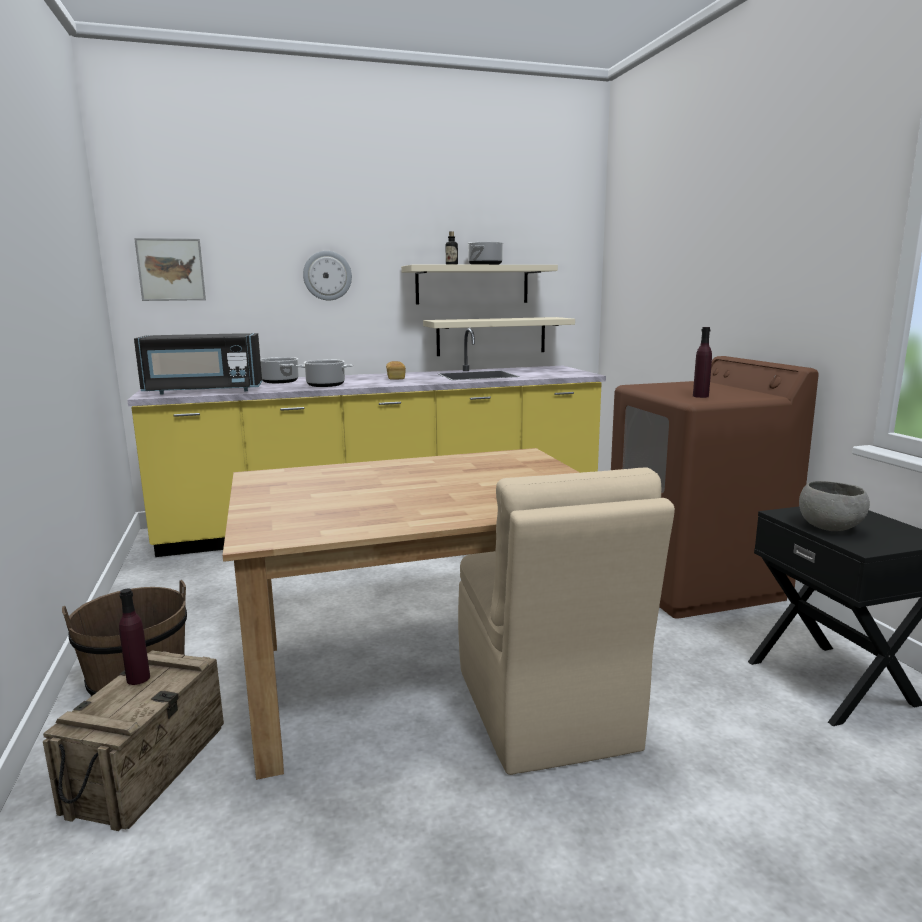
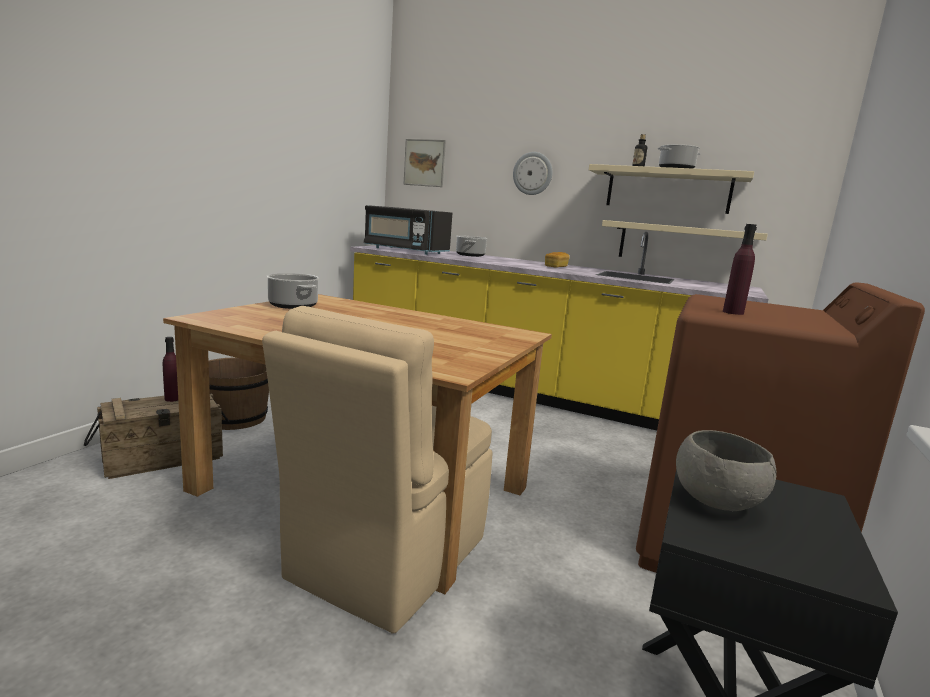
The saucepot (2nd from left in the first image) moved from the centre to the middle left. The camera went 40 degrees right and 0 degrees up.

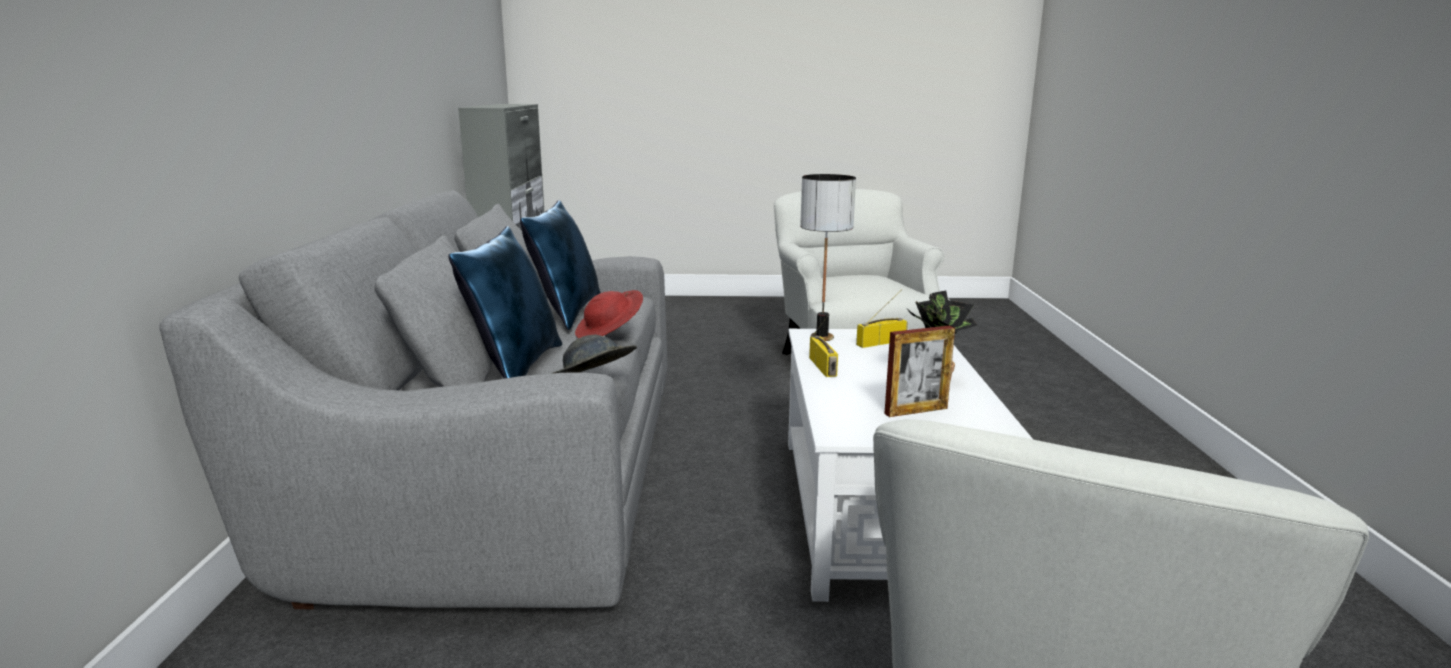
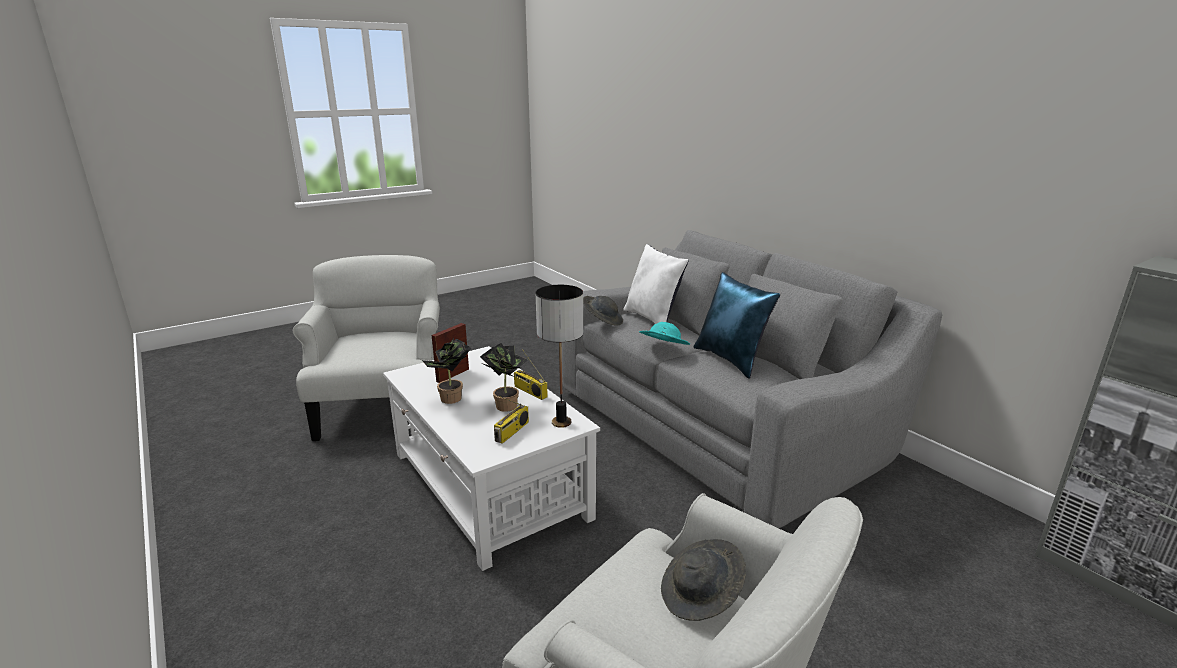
The plant in a pot (2nd from left) at the centre appeared. The bluish pillow (1st from left) at the centre became the white-coloured pillow at the centre. The reddish hat at the centre became the blue-green hat at the centre. The greyish hat (2nd from left) at the bottom centre appeared. The camera went 145 degrees right and 5 degrees up.

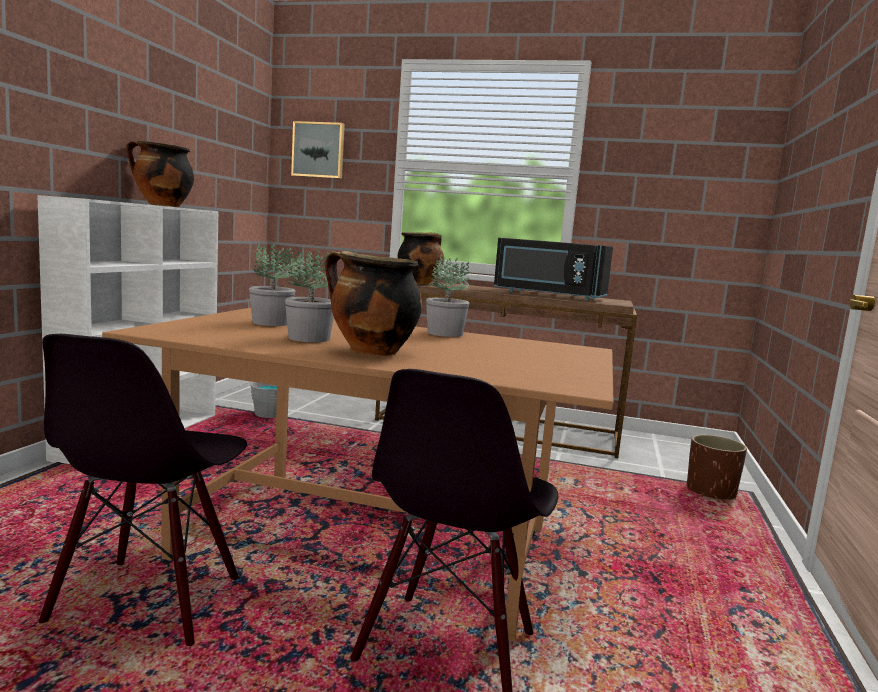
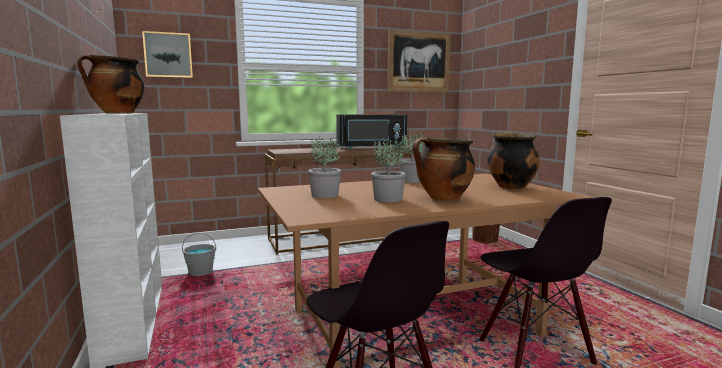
The picture (2nd from left) at the top centre appeared. The saucepot (3rd from left) moved from the centre to the middle right. The camera went 35 degrees left and 0 degrees up.

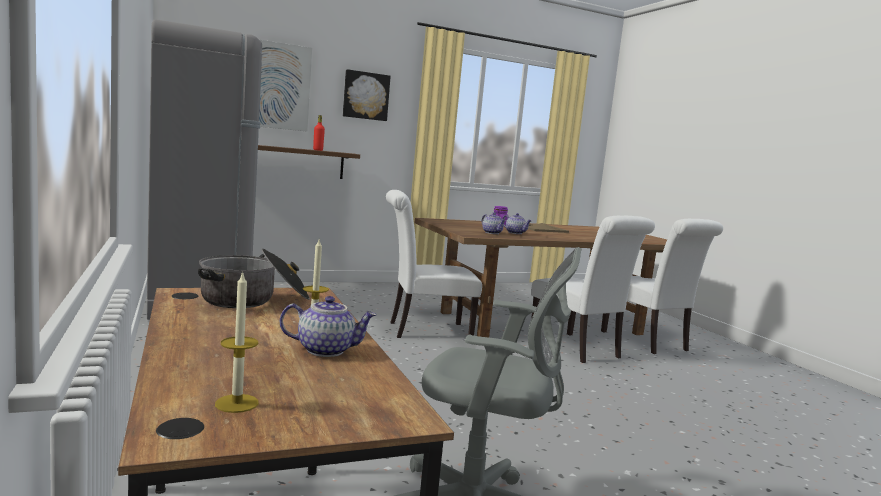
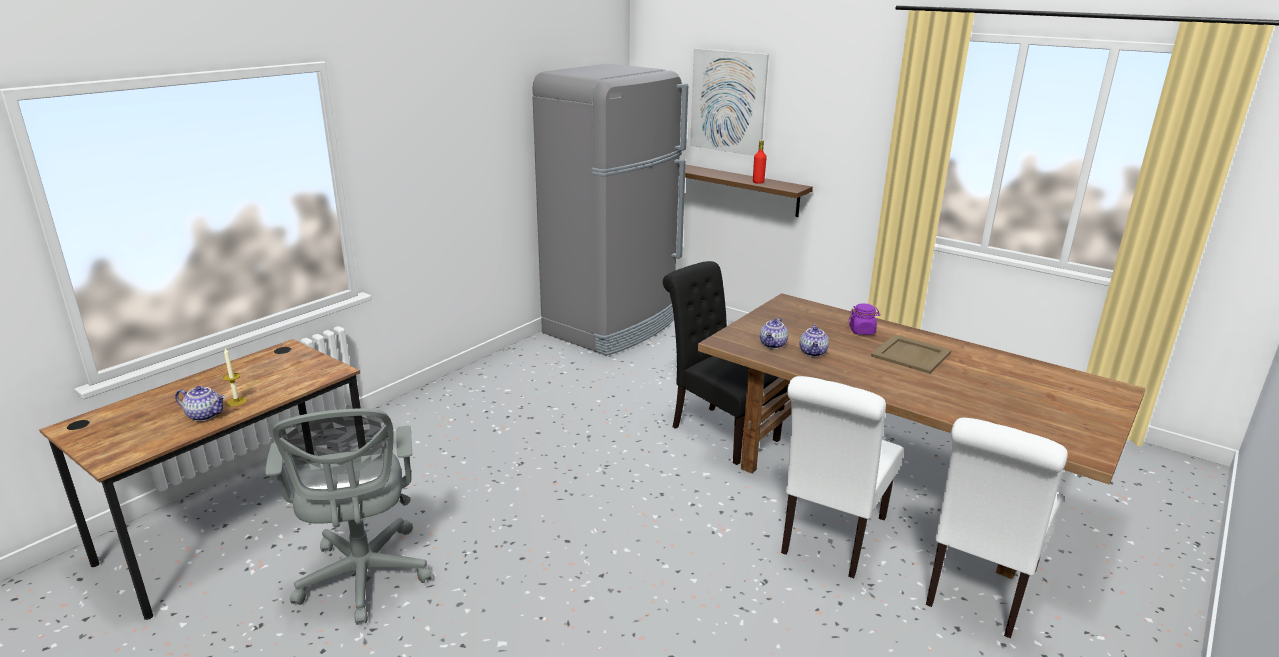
The tea pot (1st from left) at the centre turned 45 degrees counterclockwise. The white-coloured chair (1st from left) at the centre became the black-coloured chair at the centre. The saucepot at the middle left disappeared. The wax candle (1st from left) at the bottom left disappeared. The picture (2nd from left) at the top centre disappeared. The camera went 60 degrees right and 15 degrees up.

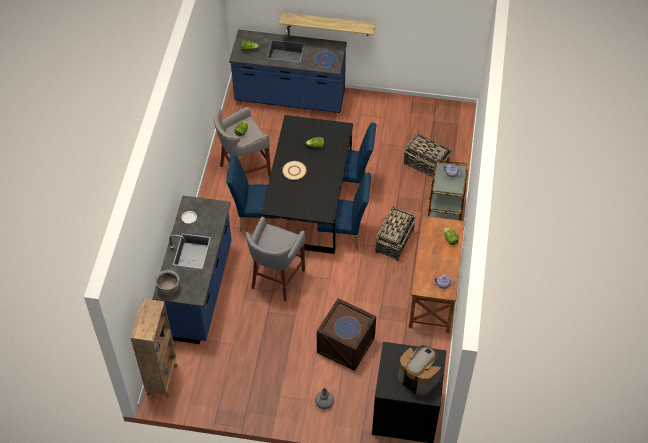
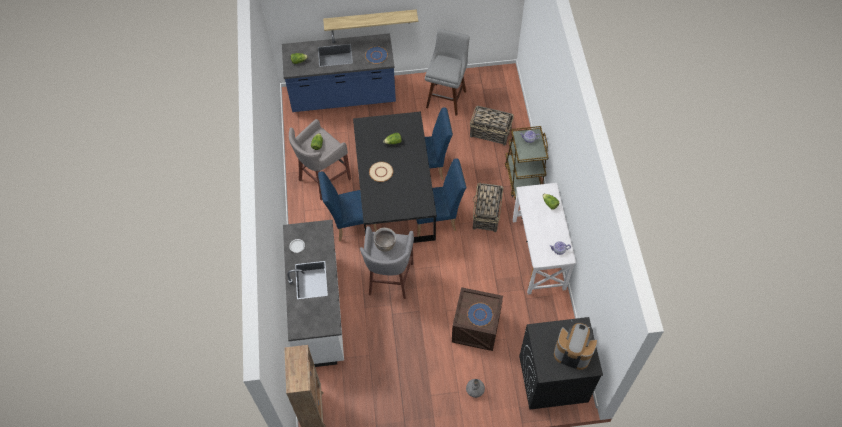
The bluish kitchen counter (1st from left) at the middle left became the white-coloured kitchen counter at the bottom centre. The brown-coloured saucepot moved from the middle left to the centre. The greyish sitting stool (3rd from left) at the top centre appeared. The brown-coloured desk at the middle right became the white-coloured desk at the centre. The camera went 15 degrees left and 5 degrees up.

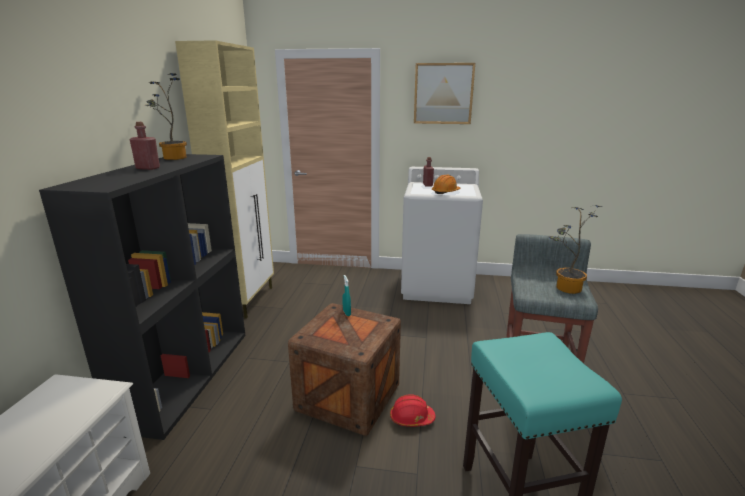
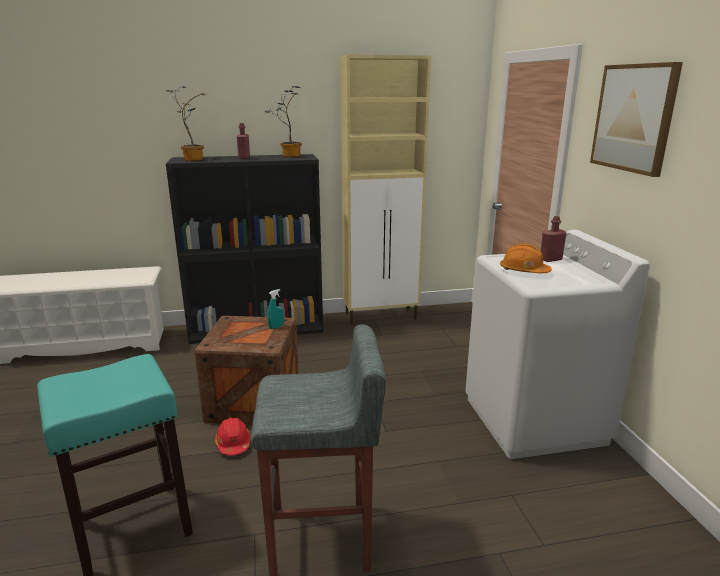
The plant in a pot (2nd from left in the first image) moved from the middle right to the top left. The camera went 70 degrees right and 0 degrees up.

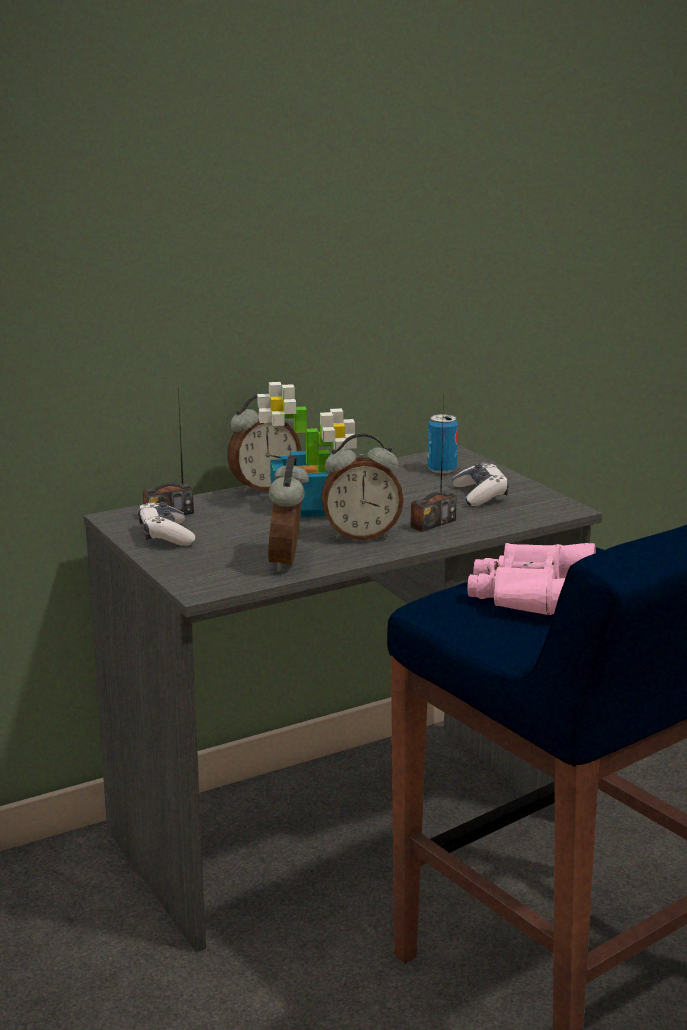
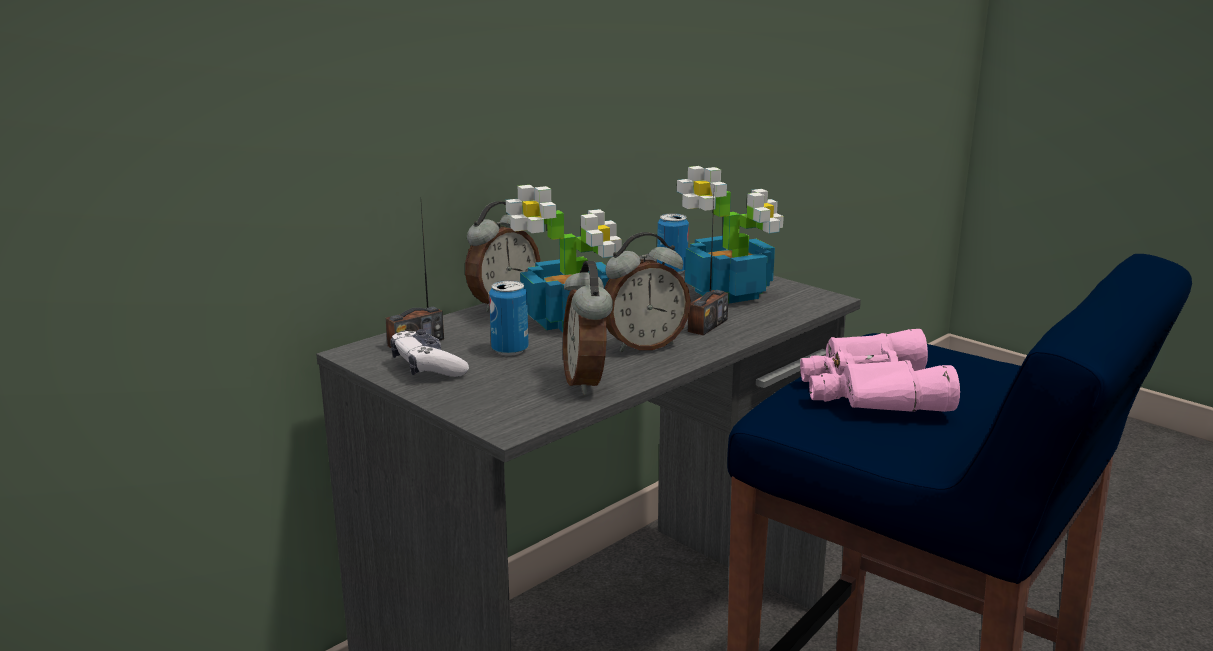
The metal can (1st from left) at the centre appeared. The gamepad (2nd from left) at the middle right was replaced by the plant in a pot (2nd from left) at the centre. The camera went 15 degrees left and 0 degrees up.

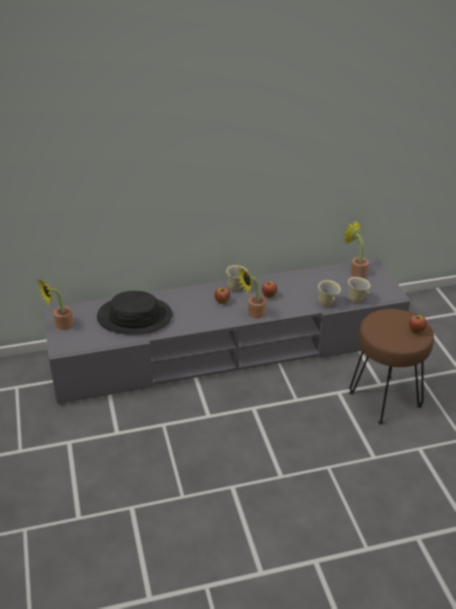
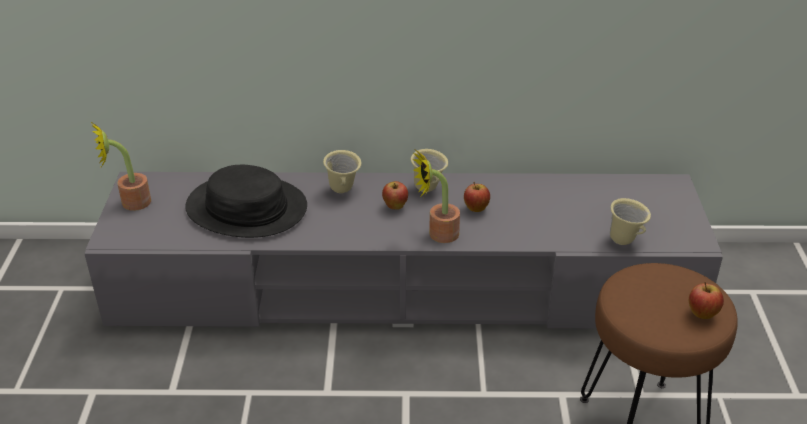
The sand-coloured mug (2nd from left in the first image) moved from the middle right to the centre. The plant in a pot (3rd from left) at the middle right disappeared. The camera went 15 degrees right and 0 degrees up.

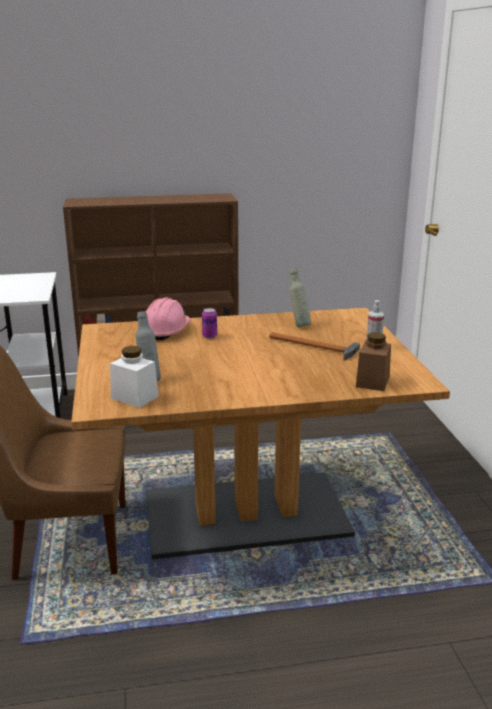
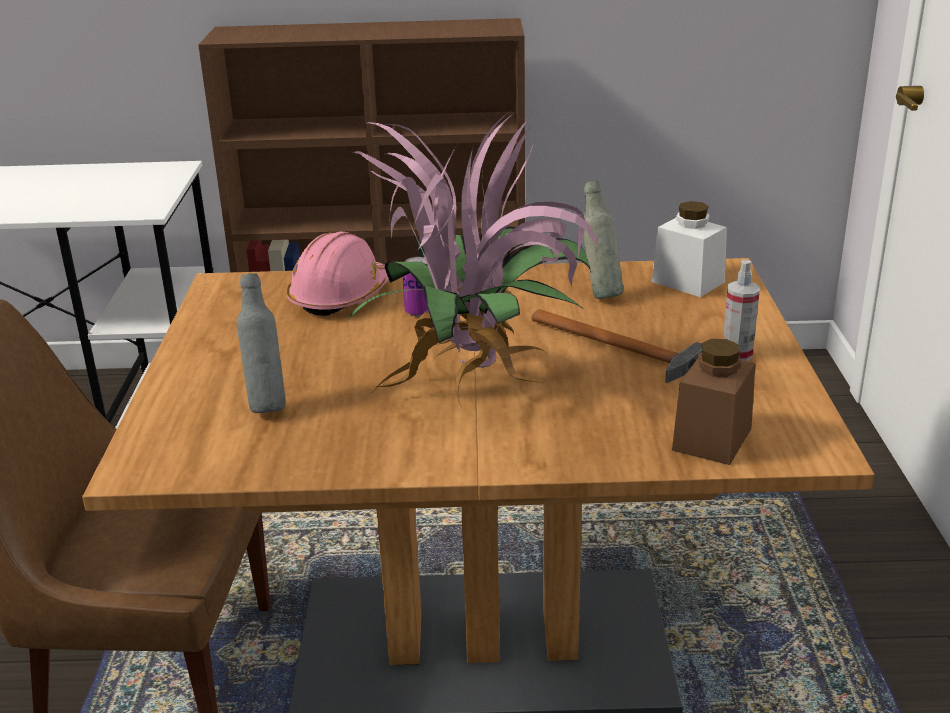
The plant in a pot at the centre appeared. The white-coloured storage jar moved from the middle left to the middle right. The camera went 10 degrees right and 5 degrees up.

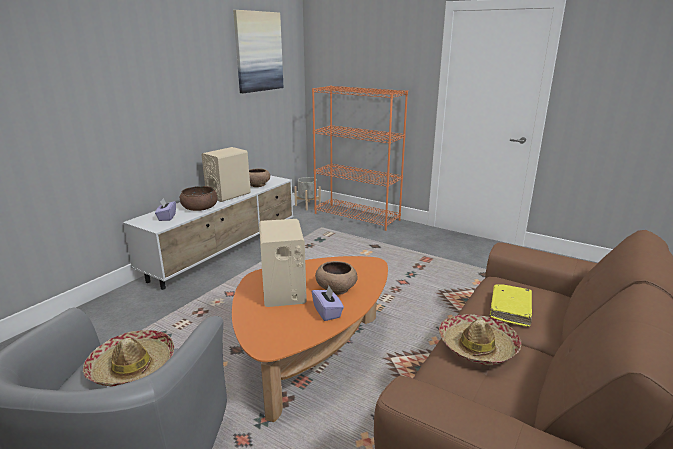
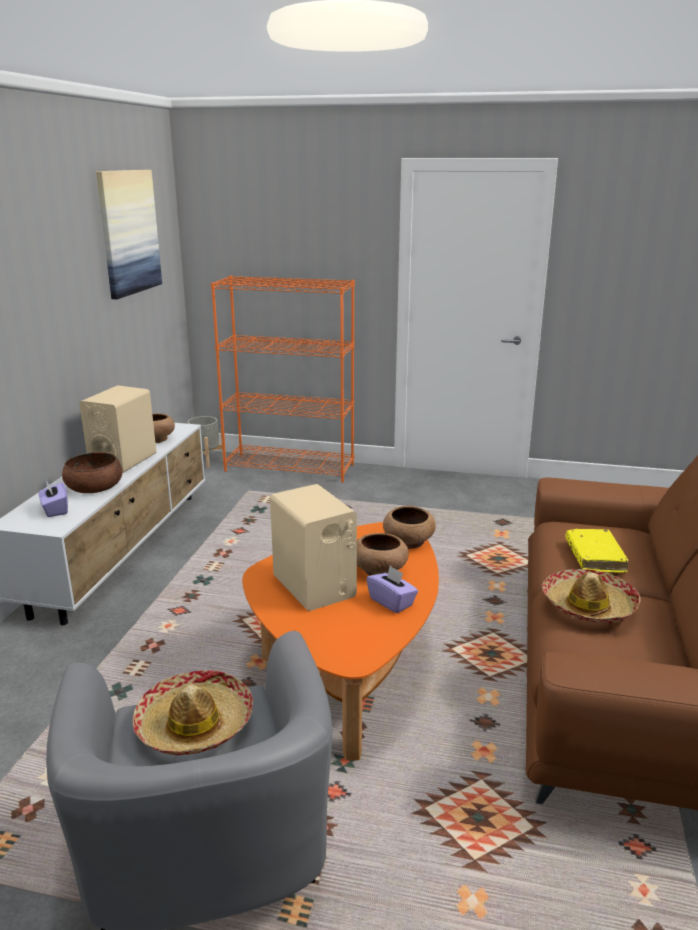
The brown-coloured bowl (4th from left) at the centre appeared. The camera went 20 degrees left and 0 degrees up.

